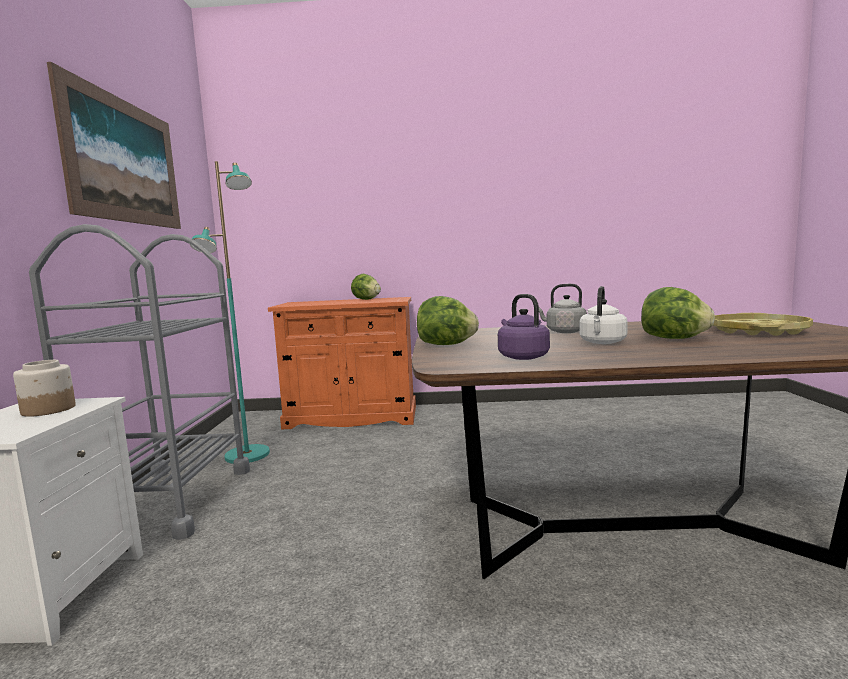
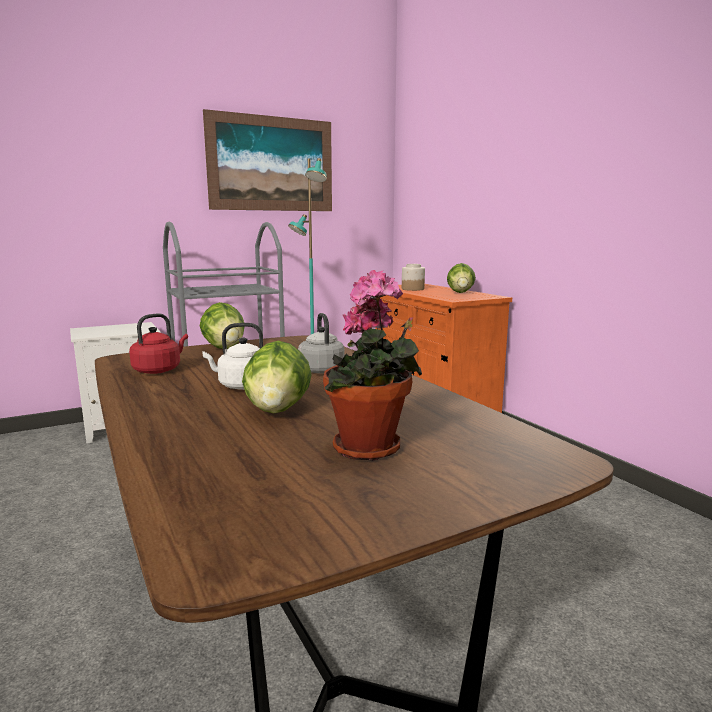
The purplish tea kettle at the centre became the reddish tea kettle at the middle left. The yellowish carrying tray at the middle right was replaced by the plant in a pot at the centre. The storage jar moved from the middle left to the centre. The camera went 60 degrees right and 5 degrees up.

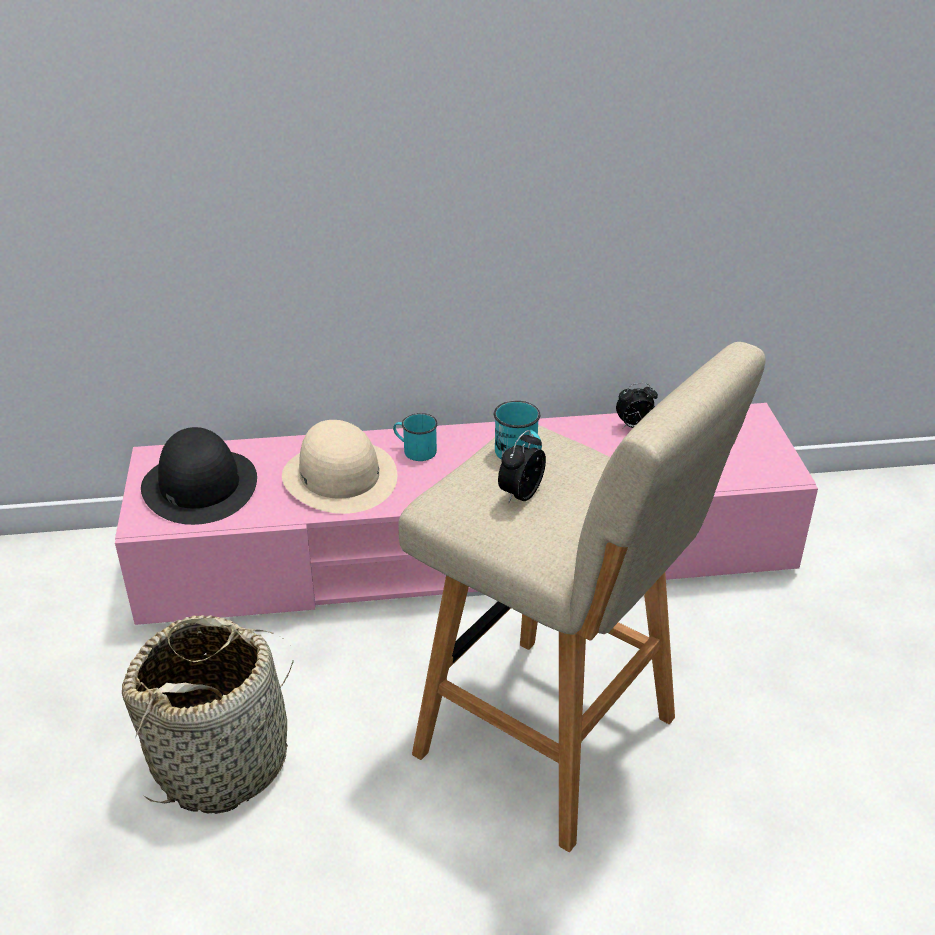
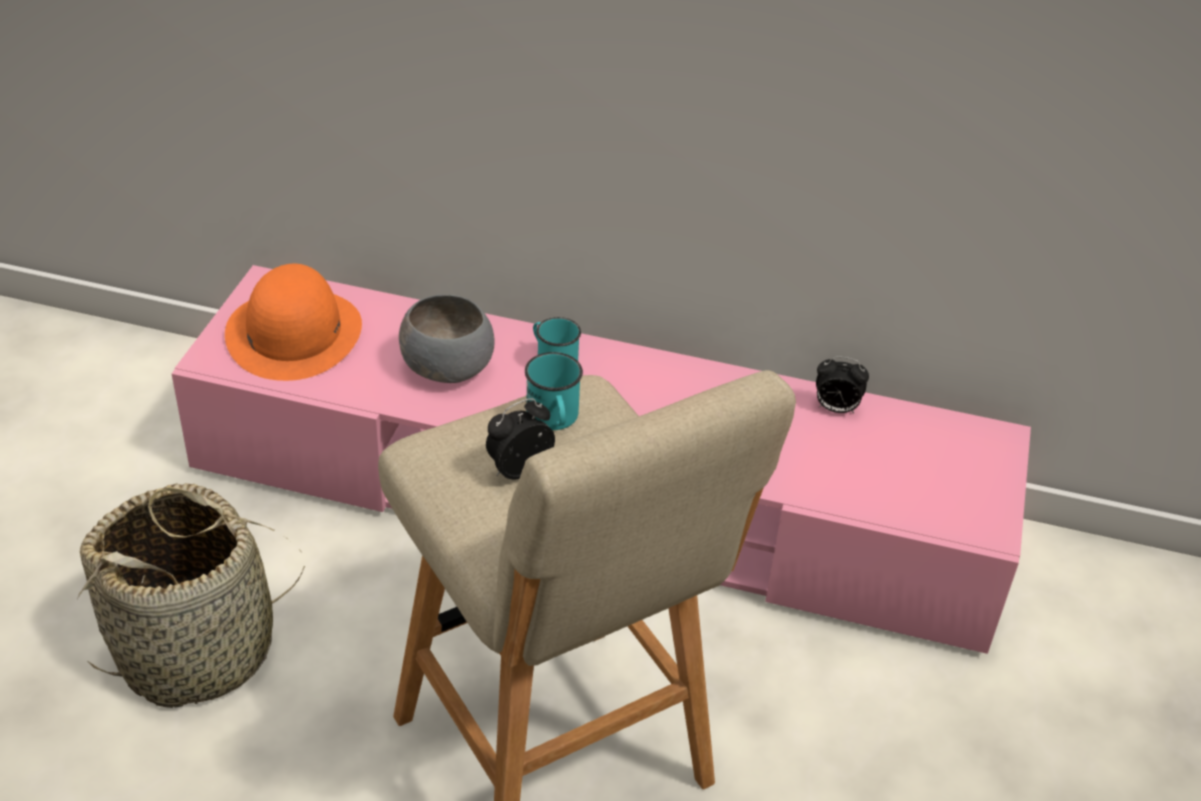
The black-coloured hat at the middle left became the orange hat at the middle left. The sand-coloured hat at the centre was replaced by the greyish bowl at the centre. The camera went 20 degrees right and 5 degrees up.

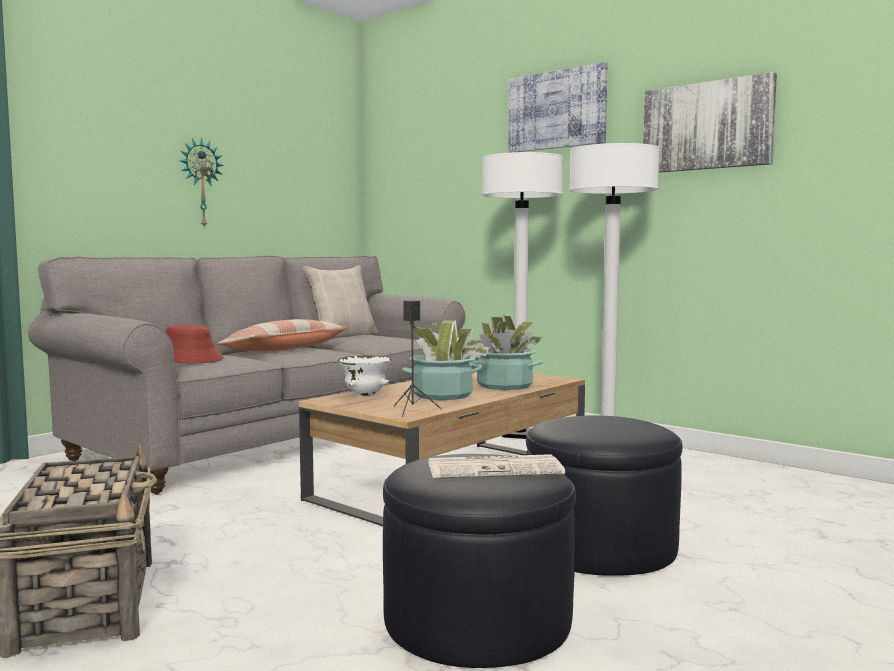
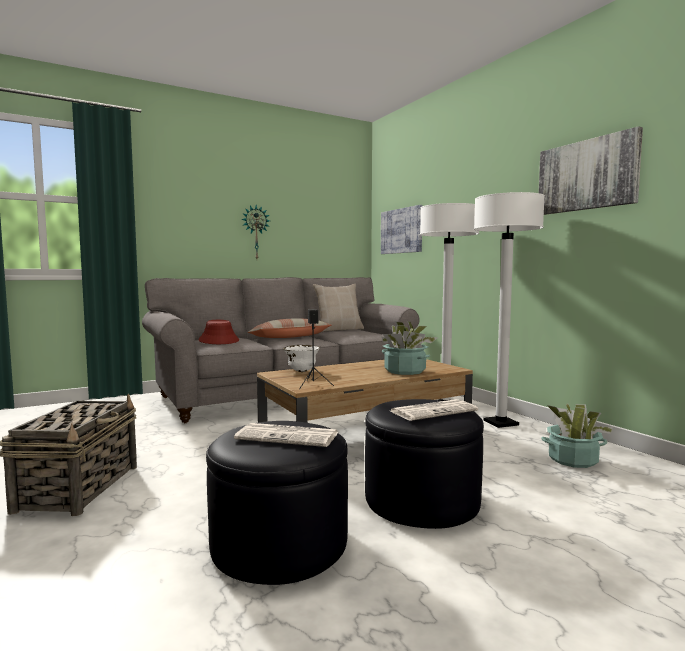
The picture (1st from left) moved from the top centre to the centre. The printed paper (2nd from left) at the centre appeared. The plant in a pot (1st from left in the first image) moved from the centre to the bottom right. The camera went 20 degrees right and 0 degrees up.

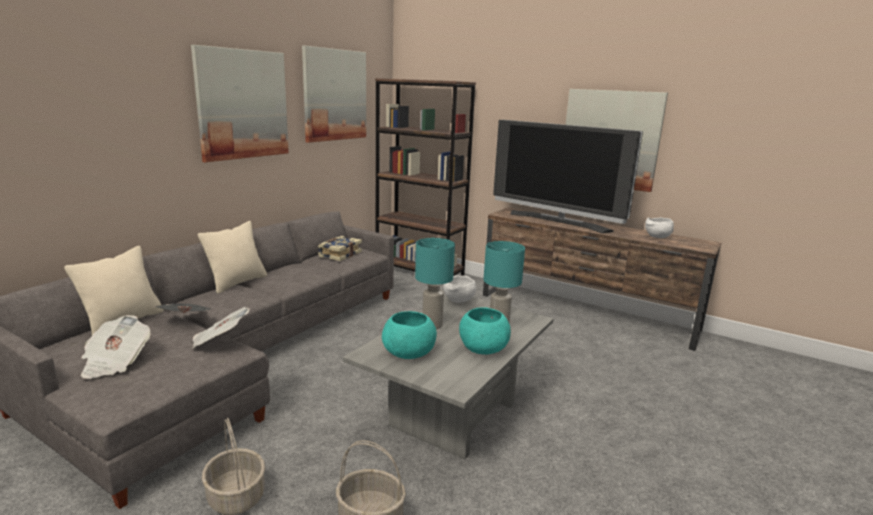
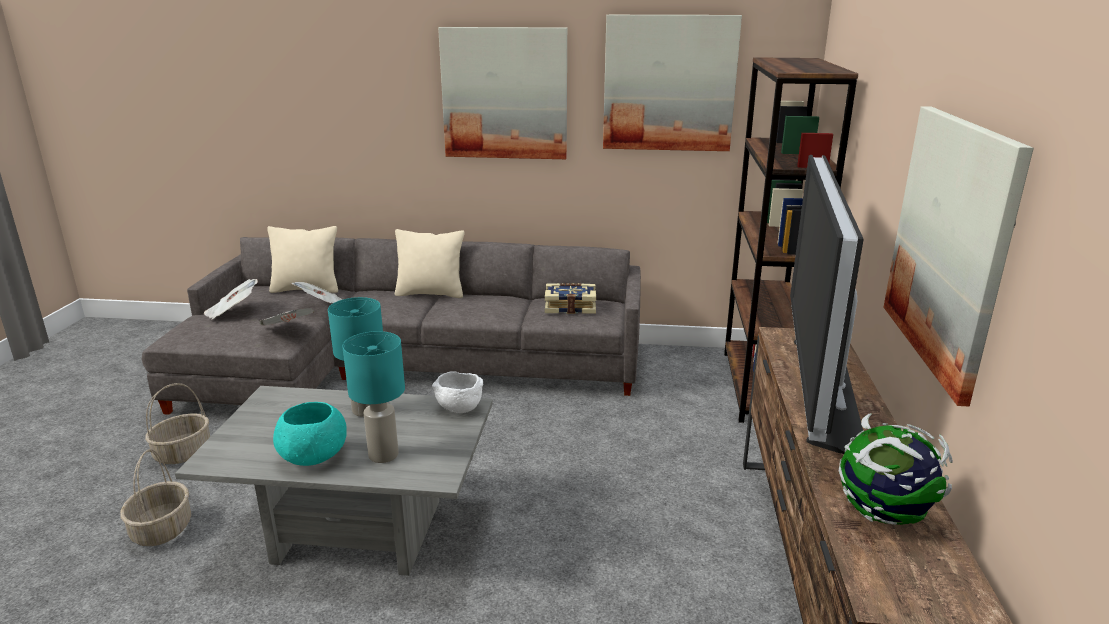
The white-coloured bowl (2nd from left) at the middle right was replaced by the globe at the bottom right. The blue-green bowl (1st from left) at the centre disappeared. The camera went 65 degrees right and 5 degrees up.

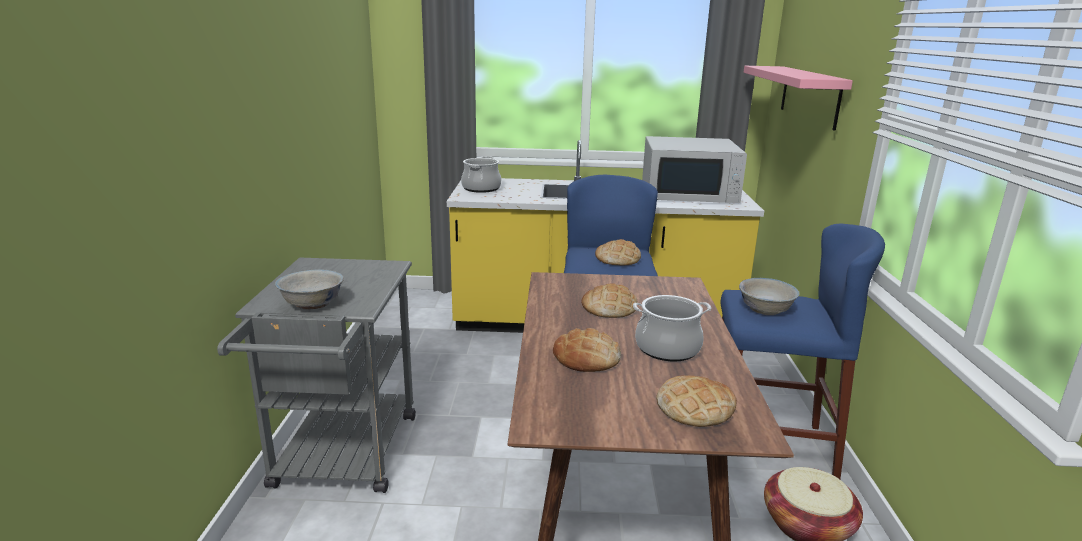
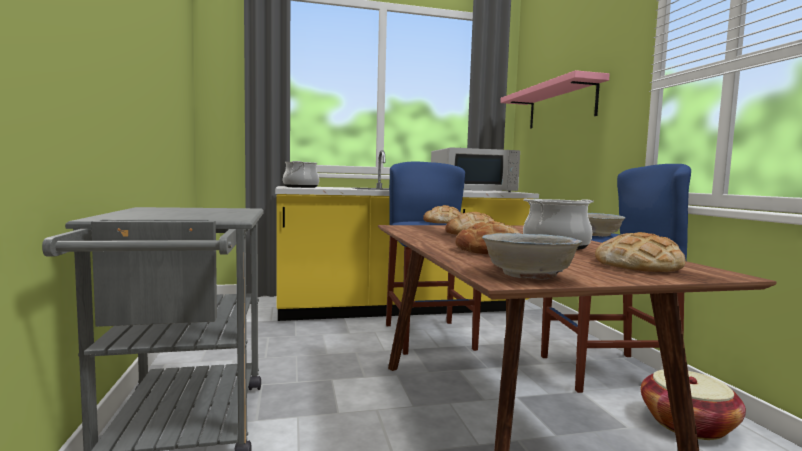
The white-coloured bowl (1st from left) moved from the middle left to the centre. The camera went 15 degrees left and 15 degrees down.

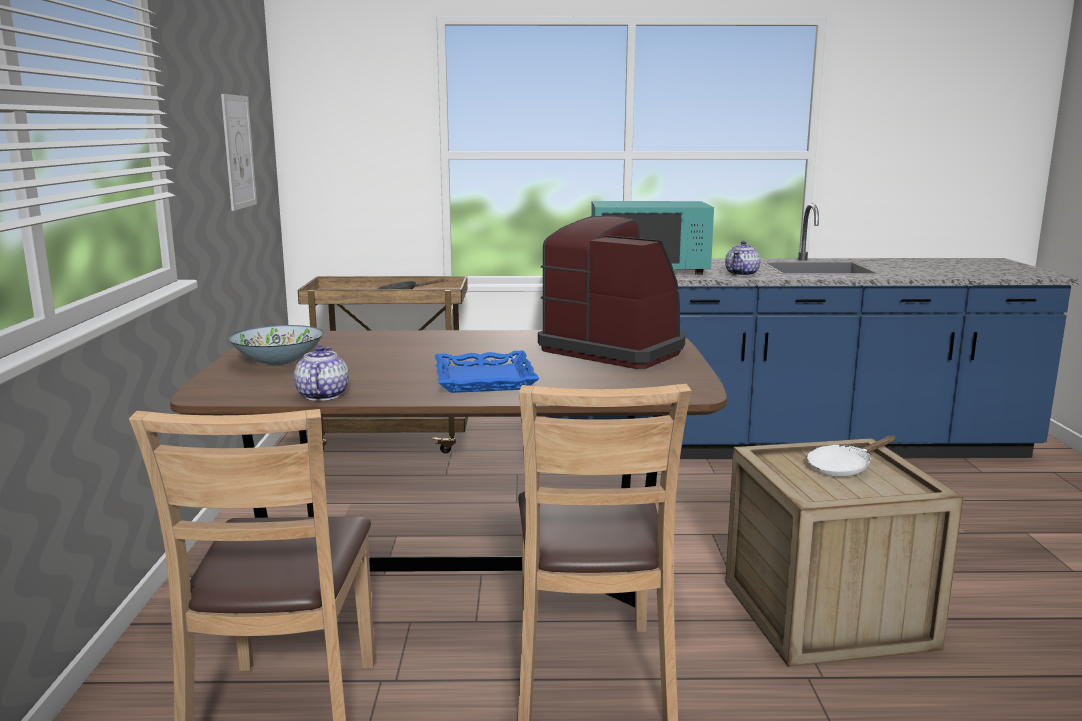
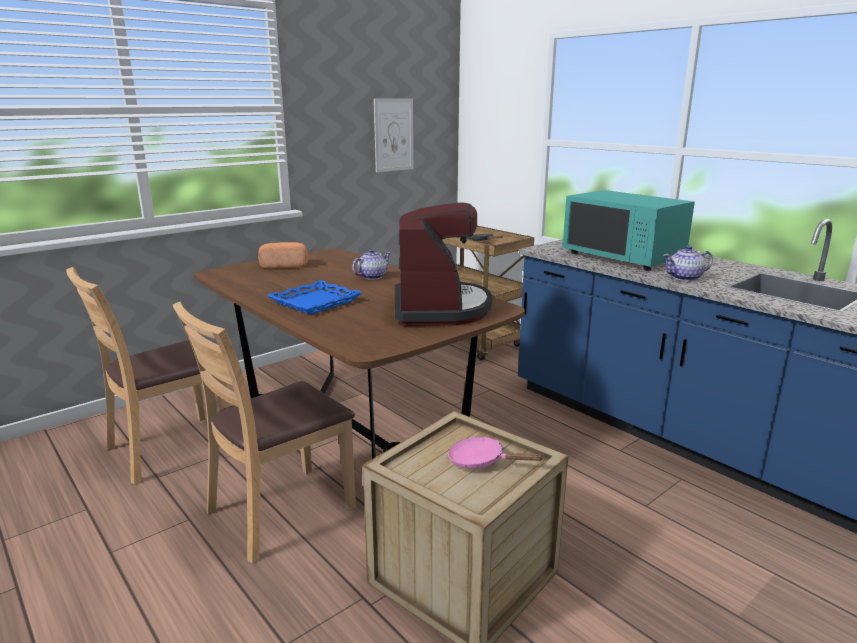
The bowl at the middle left was replaced by the baked bread at the middle left. The tea pot (1st from left) moved from the middle left to the centre. The white-coloured skillet at the middle right became the pink skillet at the bottom centre. The camera went 50 degrees right and 5 degrees up.

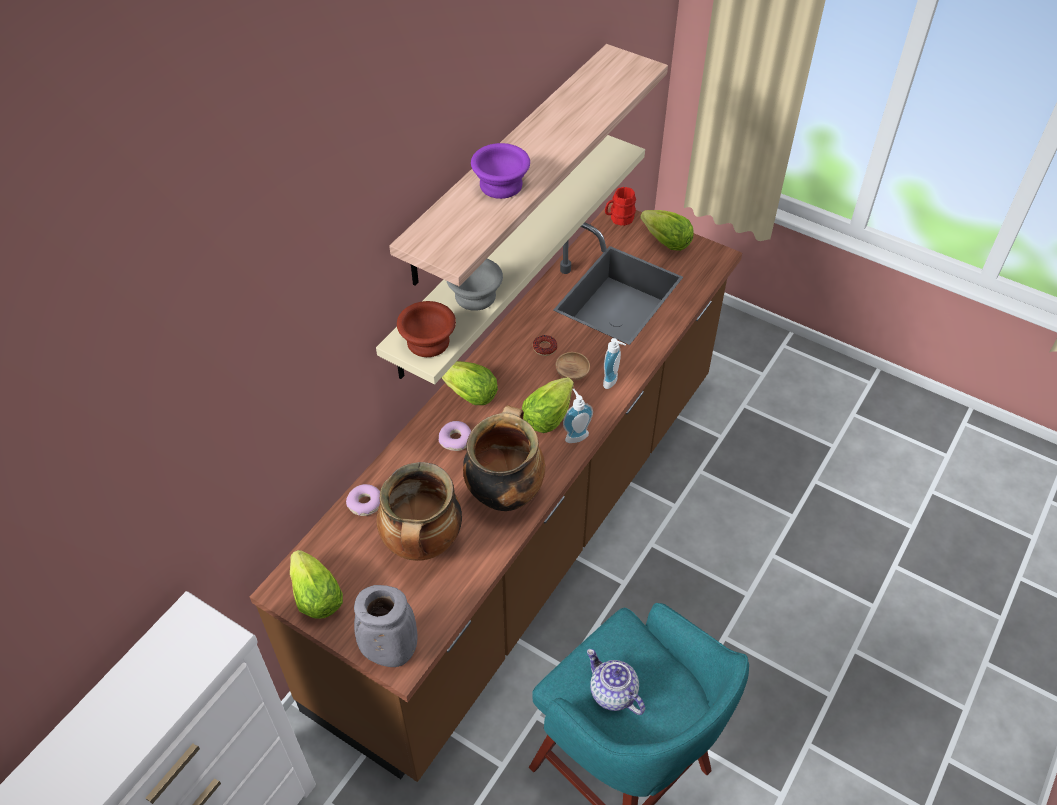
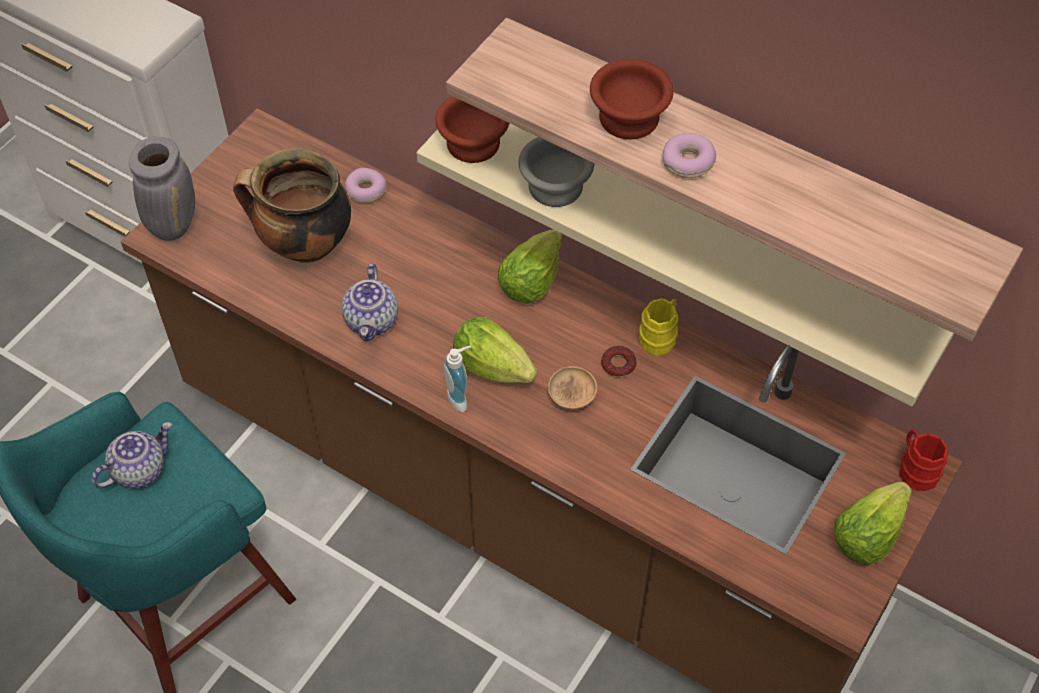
The saucepot (2nd from left) at the centre was replaced by the tea pot (2nd from left) at the centre. The purplish bowl at the top centre became the brown-coloured bowl (3rd from left) at the top centre. The yellowish mug at the centre appeared. The donut (2nd from left in the first image) moved from the centre to the top centre. The lettuce head (1st from left) at the bottom left disappeared. The soap dispenser (2nd from left) at the centre disappeared. The camera went 90 degrees right and 5 degrees up.

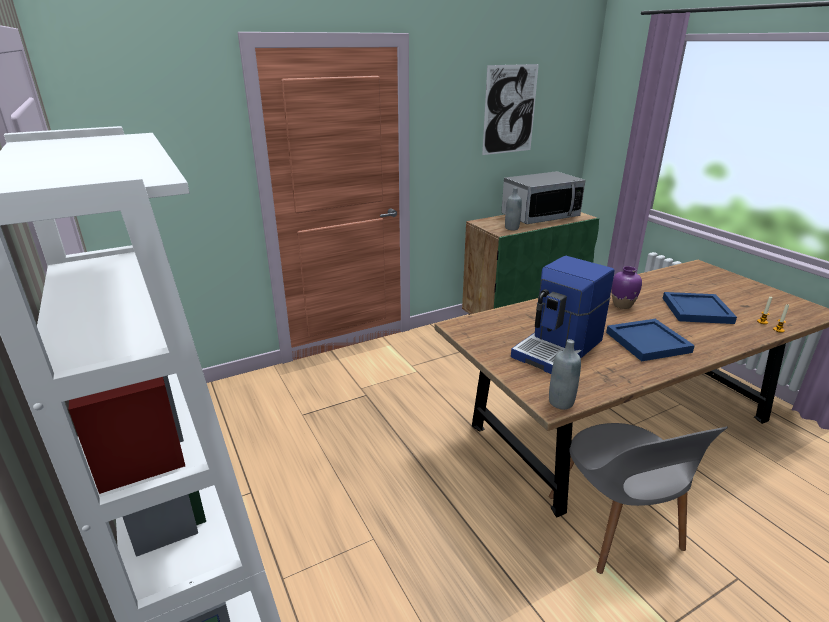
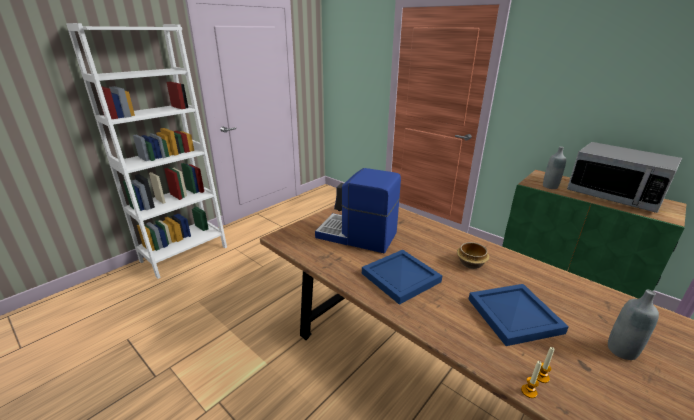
The purplish flower vase at the middle right was replaced by the bowl at the middle right. The greyish drink bottle (2nd from left) moved from the middle right to the bottom right. The picture at the top centre disappeared. The greyish chair at the bottom right disappeared. The camera went 70 degrees right and 0 degrees up.

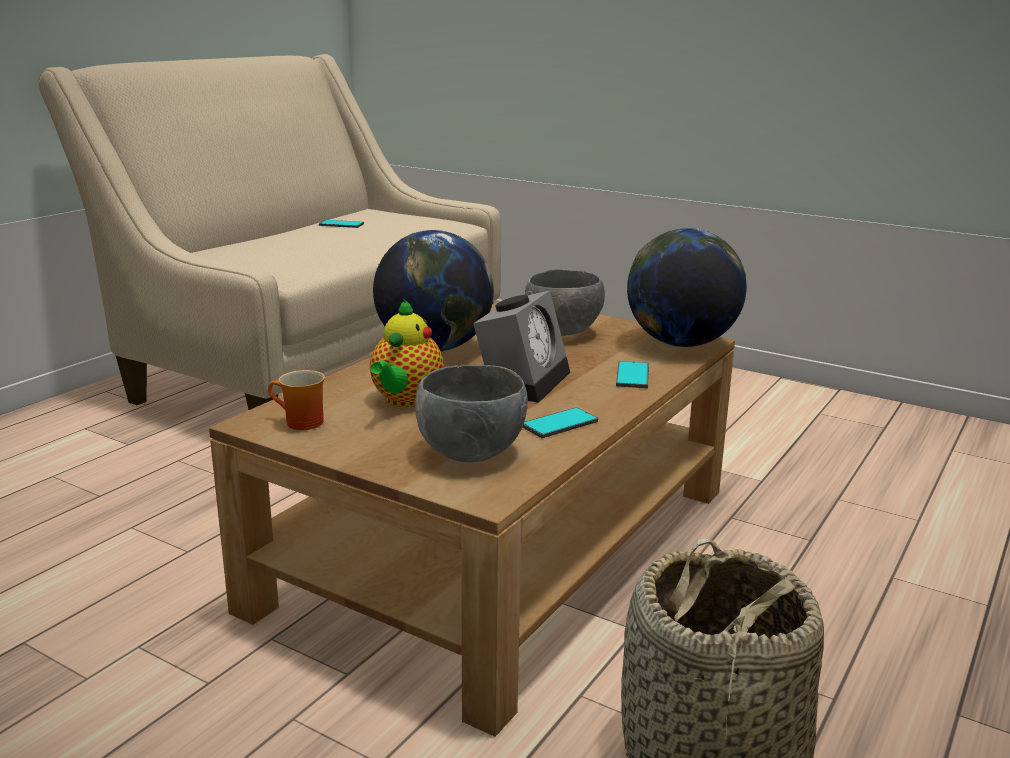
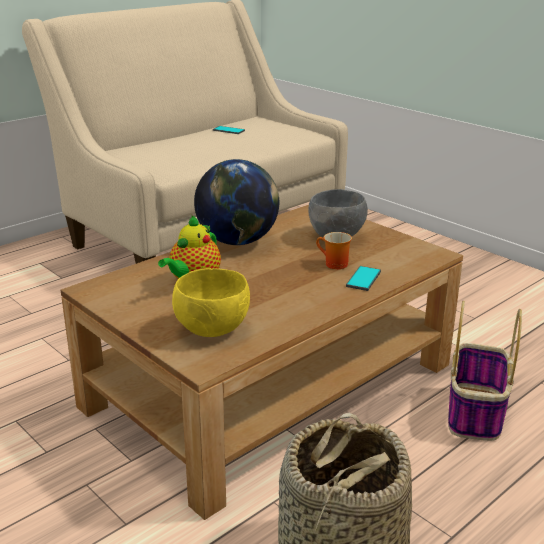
The greyish bowl (1st from left) at the centre became the yellowish bowl at the centre. The mug moved from the middle left to the centre. The basket (2nd from left) at the bottom right appeared. The alarm clock at the centre disappeared. The telephone (2nd from left) at the centre disappeared. The globe (2nd from left) at the middle right disappeared. The camera went 15 degrees right and 5 degrees up.

